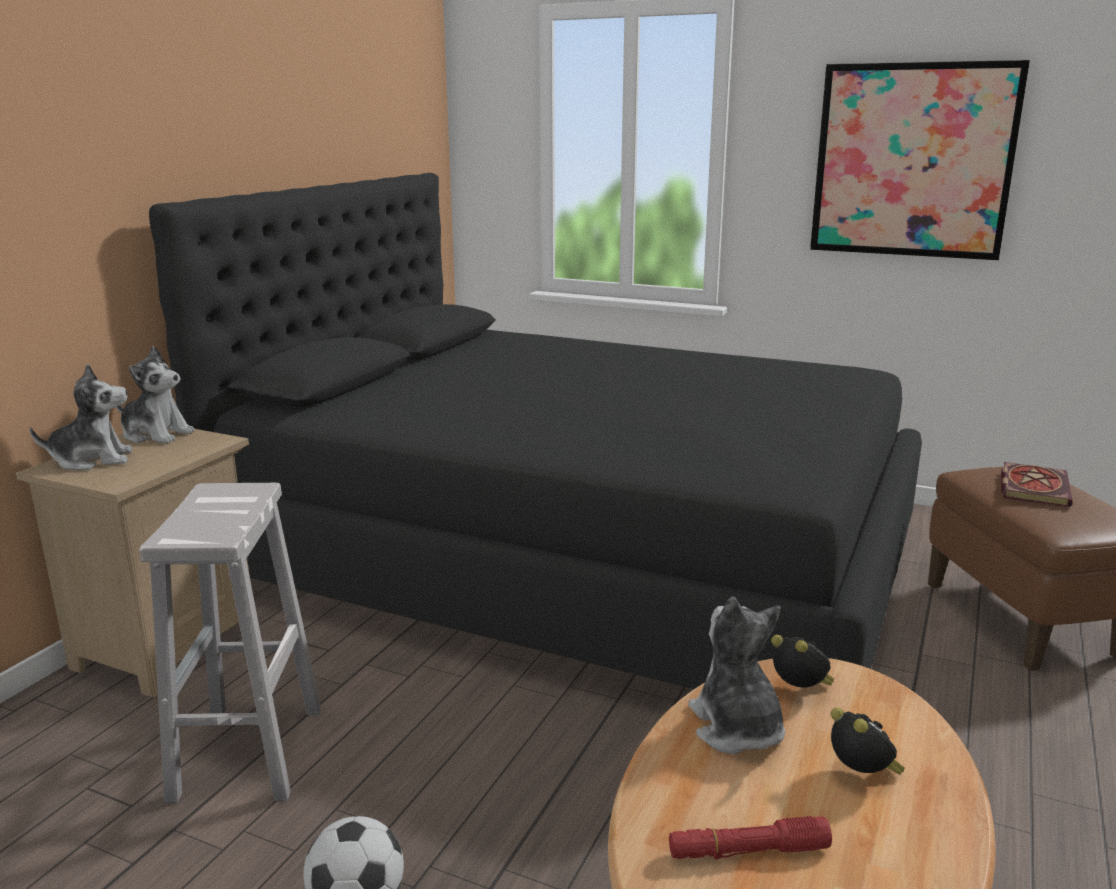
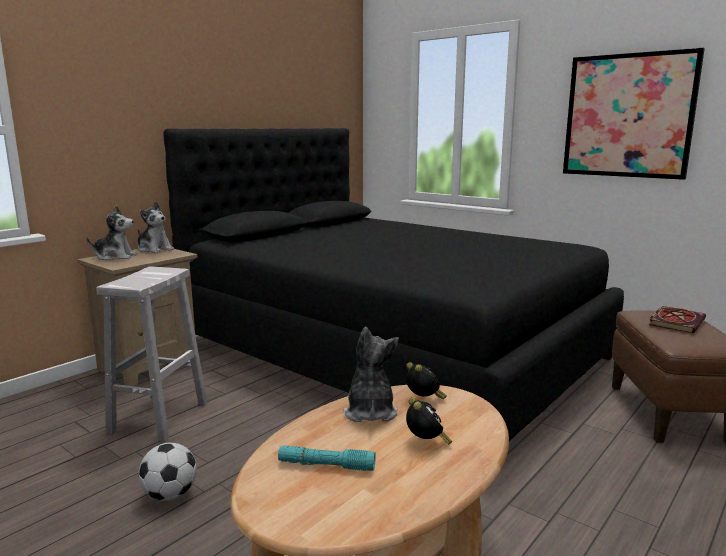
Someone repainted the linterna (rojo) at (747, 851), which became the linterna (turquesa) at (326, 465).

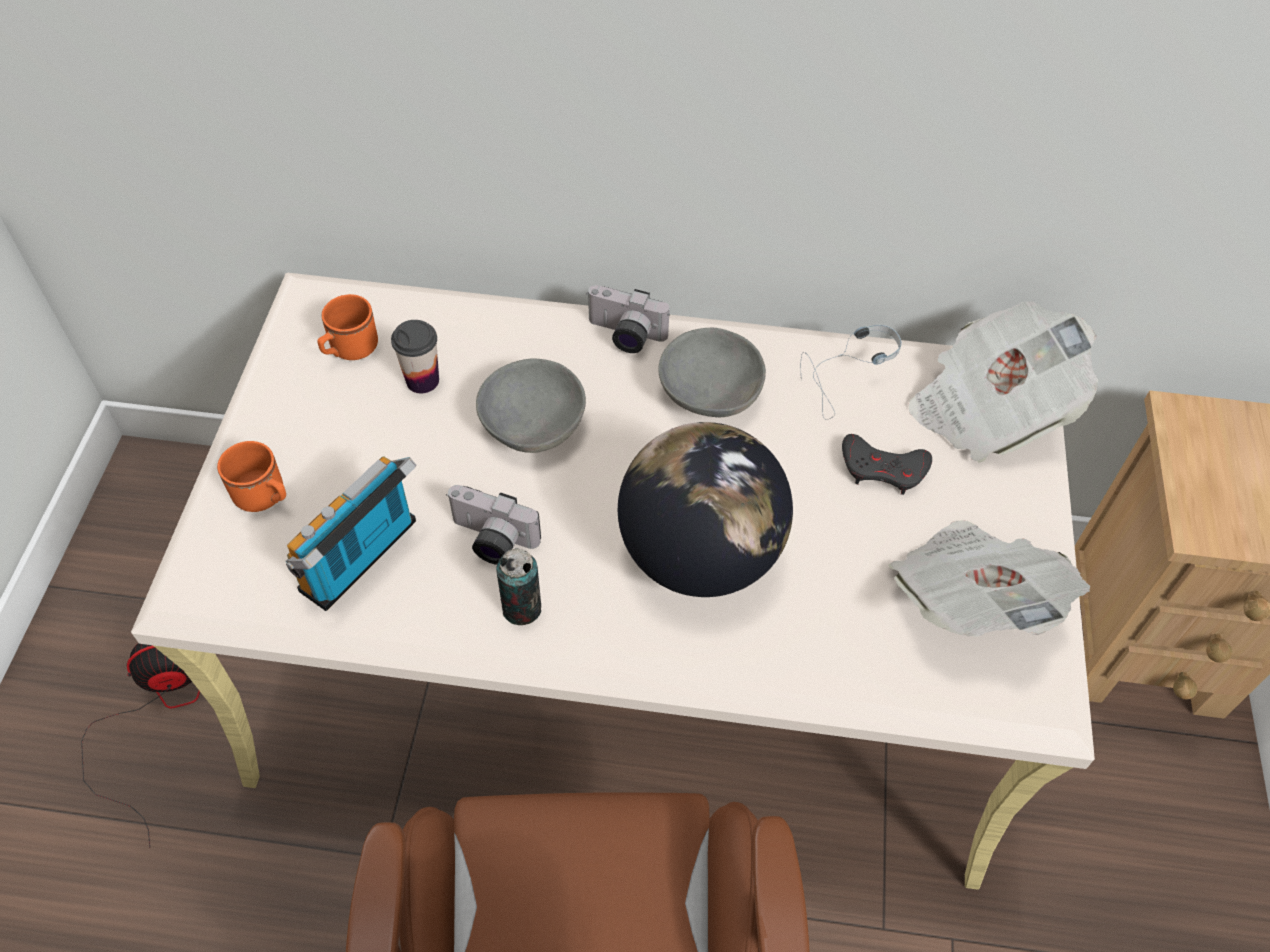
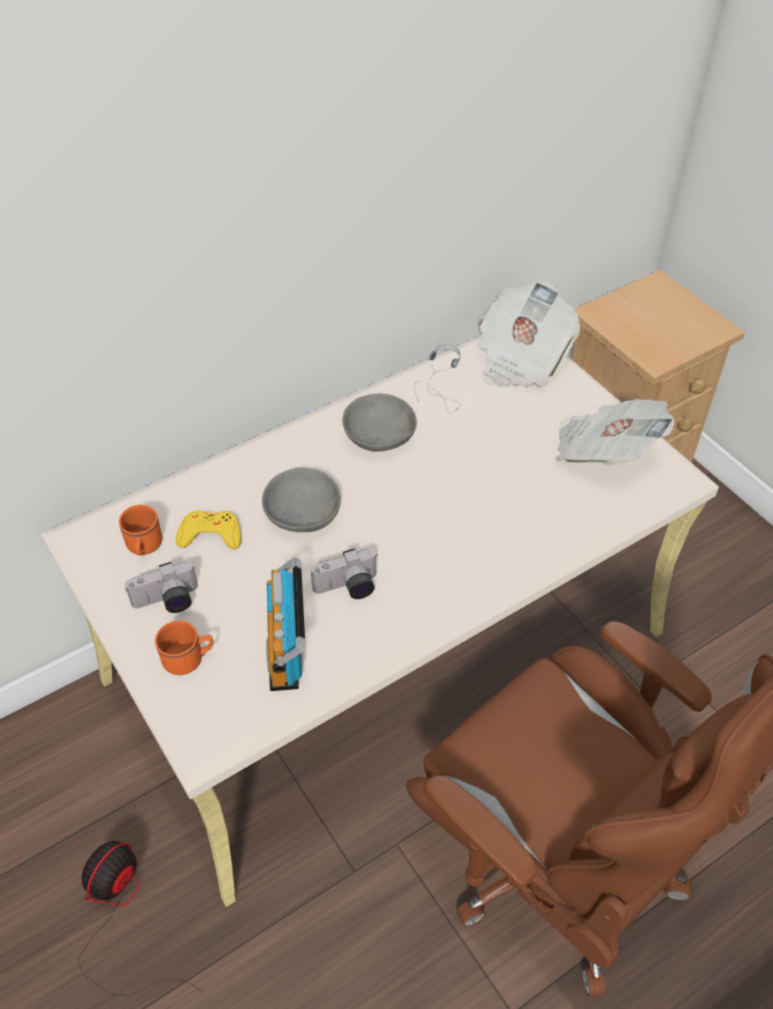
Someone carried the cámara from (624, 336) to (167, 602).
Someone swapped the taza at (422, 380) for the mando de consola (amarillo) at (210, 534).
Someone took away the lata at (521, 608).
Someone took away the globo terráqueo at (699, 554).
Someone took away the mando de consola (gris) at (883, 469).

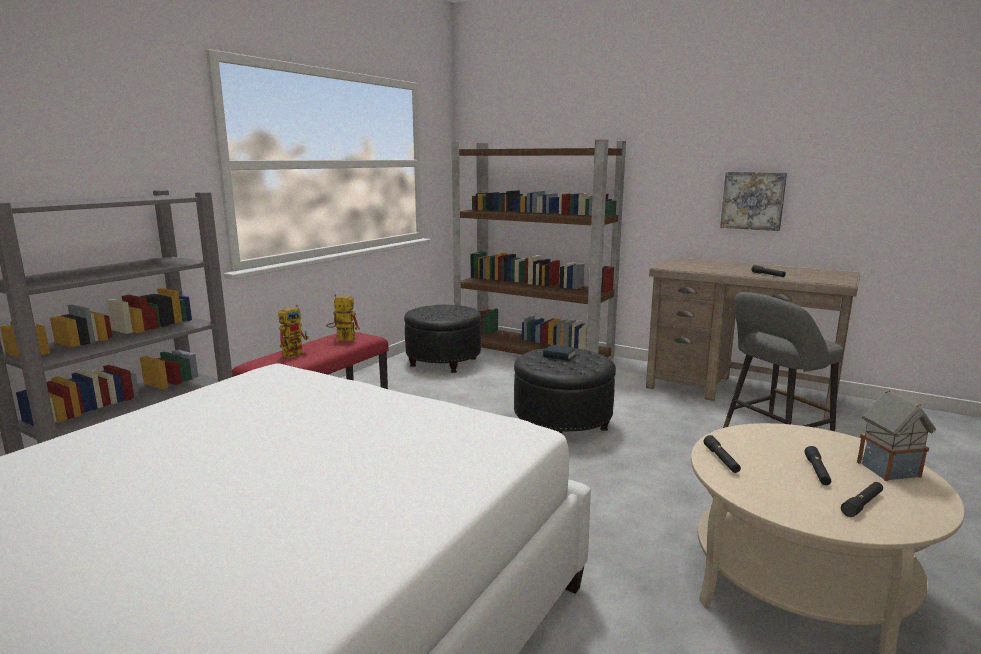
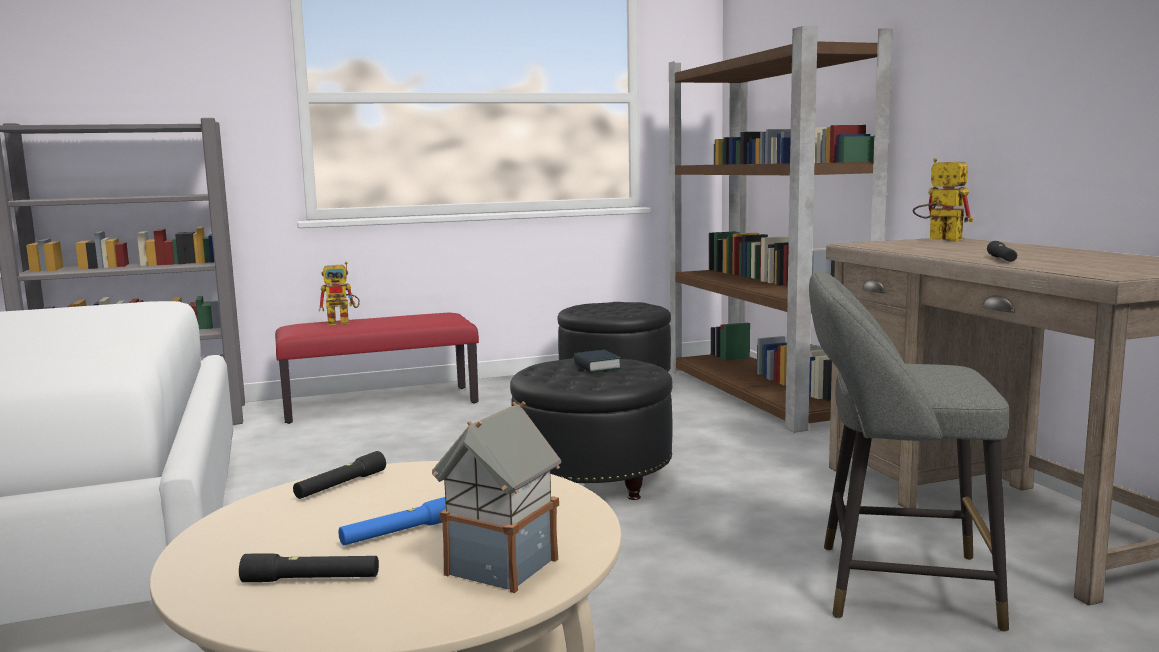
Someone repainted the linterna (negro) at (817, 471), which became the linterna (azul) at (399, 533).
Someone carried the robot de juguete from (342, 340) to (938, 239).
Someone took away the cuadro at (753, 200).

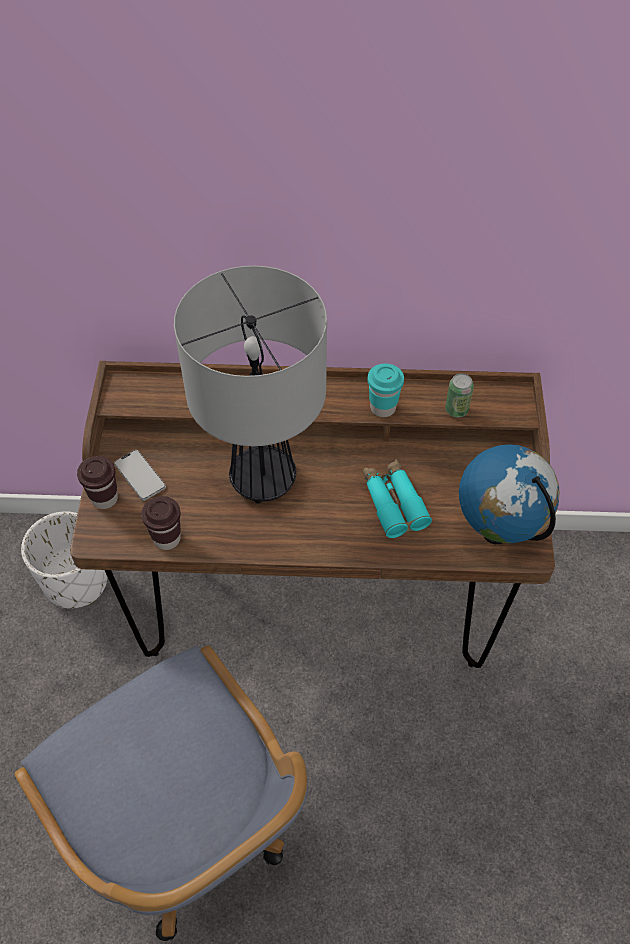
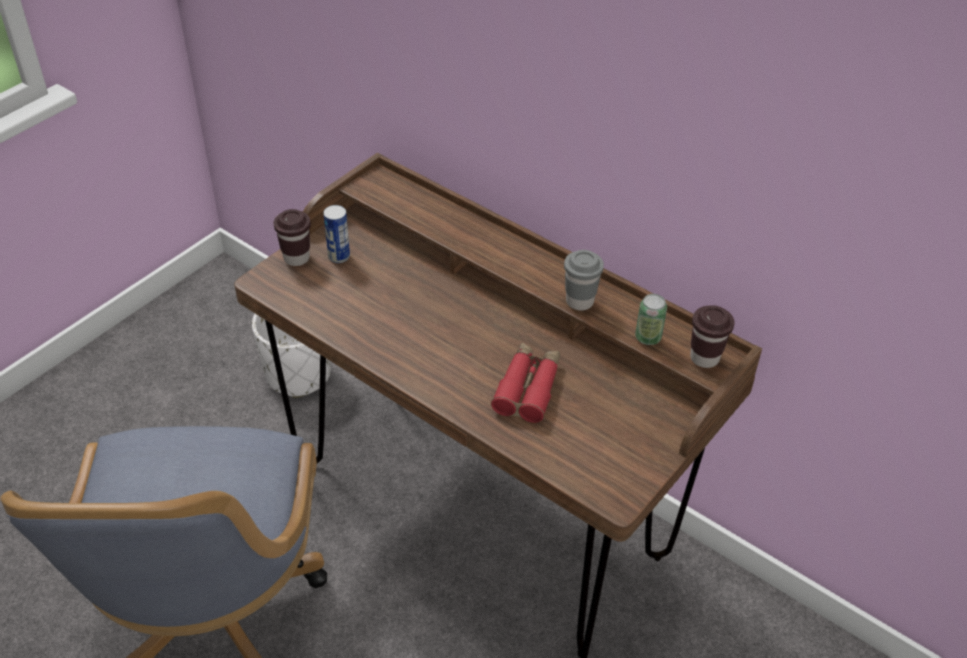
Someone swapped the móvil at (140, 476) for the lata at (339, 256).
Someone repainted the prismáticos (turquesa) at (393, 502), which became the prismáticos (rojo) at (528, 388).
Someone repainted the taza (turquesa) at (383, 408), which became the taza (gris) at (579, 301).
Someone carried the taza (marrón) from (167, 539) to (704, 358).
Someone took away the lámpara de mesa at (262, 479).
Someone took away the globo terráqueo at (497, 531).

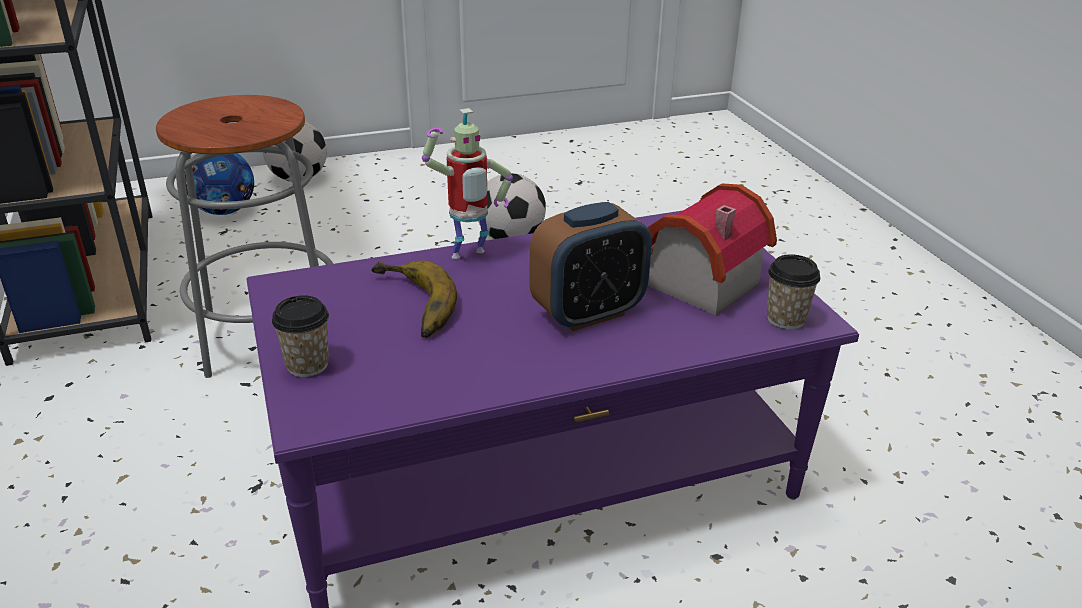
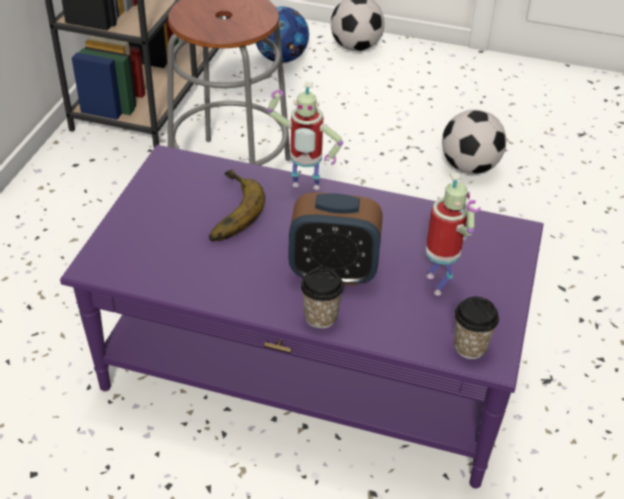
Someone carried the taza from (307, 365) to (320, 317).
Someone swapped the casita at (695, 283) for the robot de juguete at (439, 284).

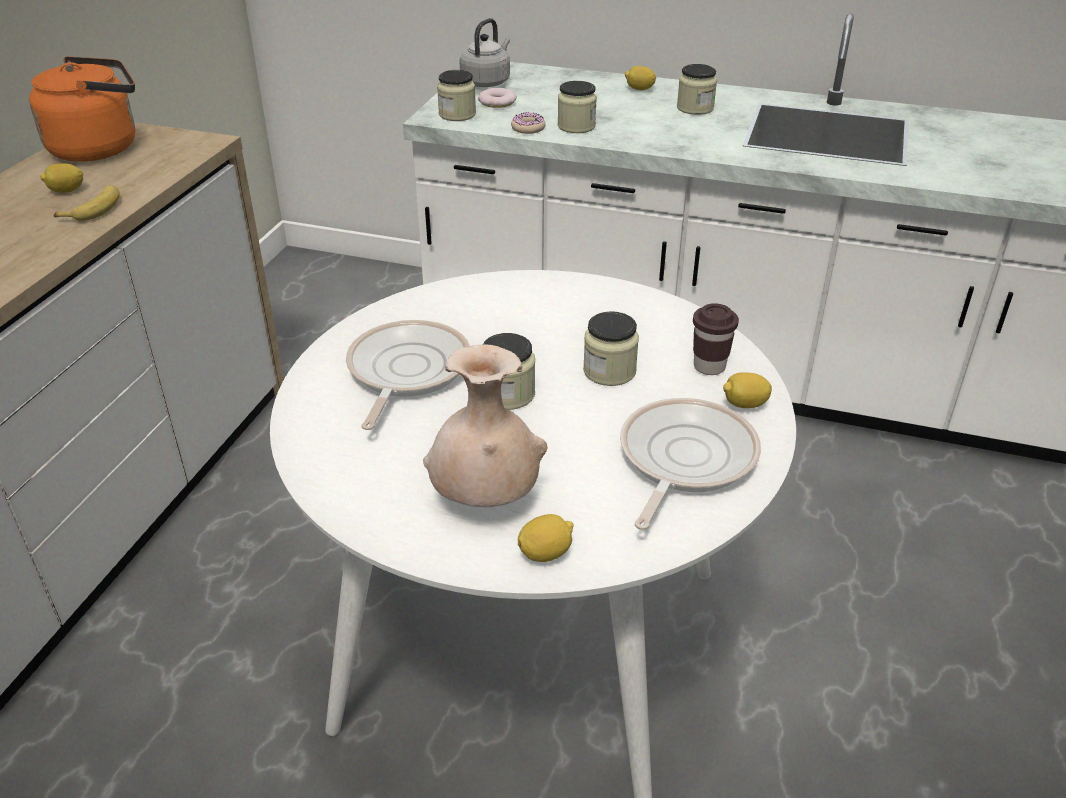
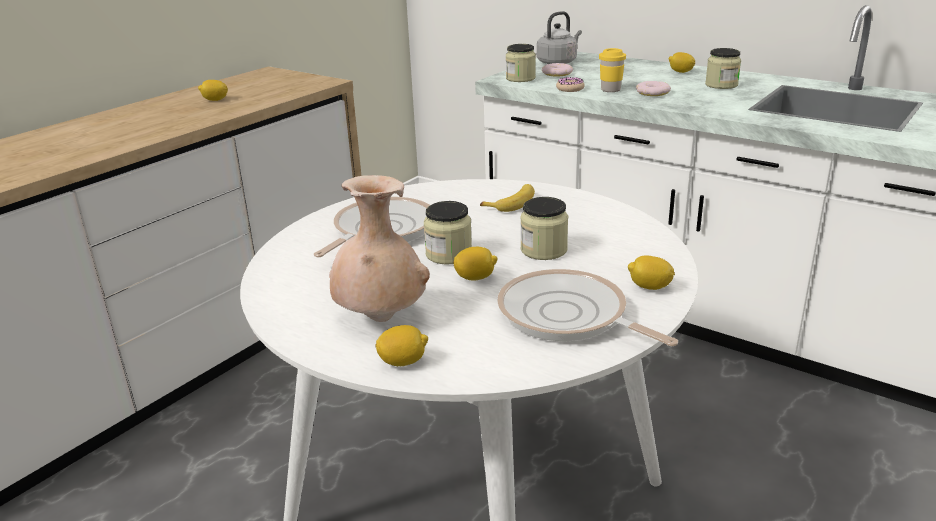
Someone put down the limón at (475, 277).
Someone carried the plátano from (94, 209) to (512, 203).
Someone rotated the sartén at (683, 459) by 90 degrees counterclockwise.
Someone swapped the tarro at (576, 126) for the taza (amarillo) at (610, 90).
Someone put down the rosquilla at (652, 93).
Someone took away the hervidor (naranja) at (100, 148).
Someone took away the taza (marrón) at (709, 366).

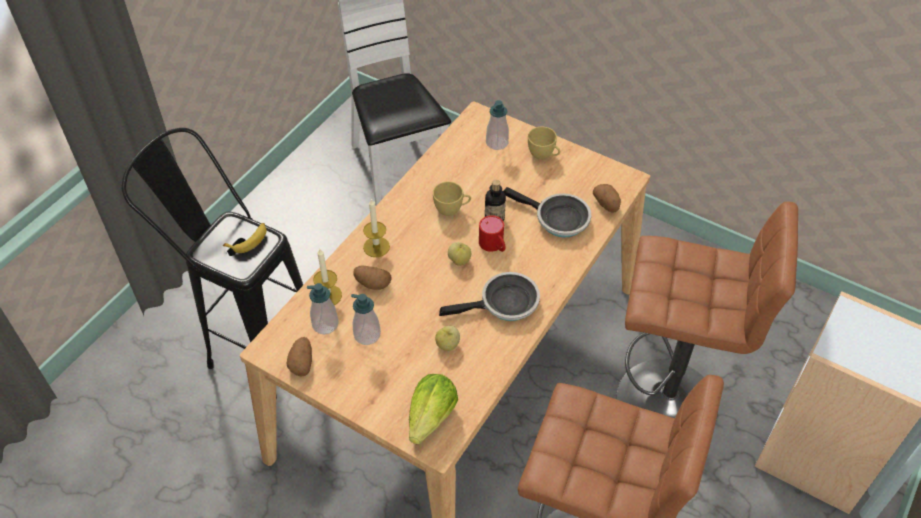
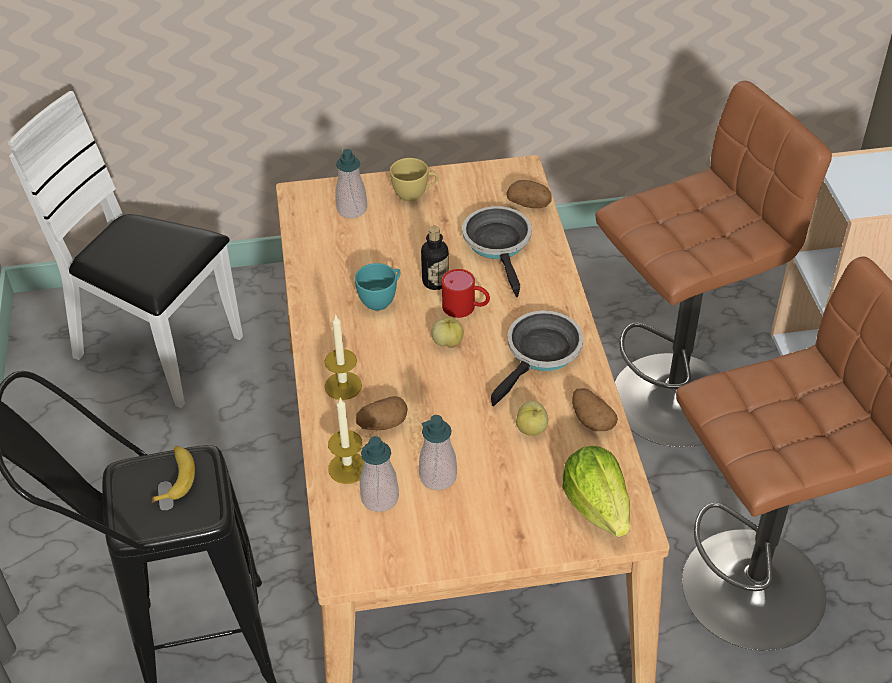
Someone repainted the taza (amarillo) at (452, 209), which became the taza (turquesa) at (381, 300).
Someone rotated the sartén at (557, 219) by 90 degrees counterclockwise.
Someone carried the patata from (302, 362) to (591, 420).

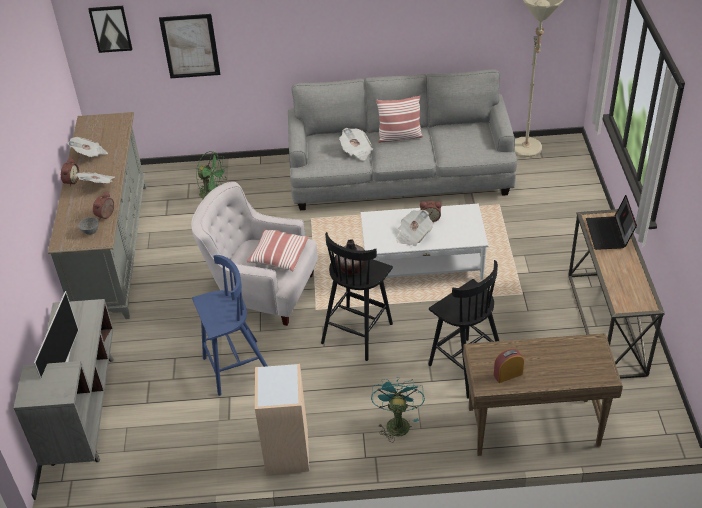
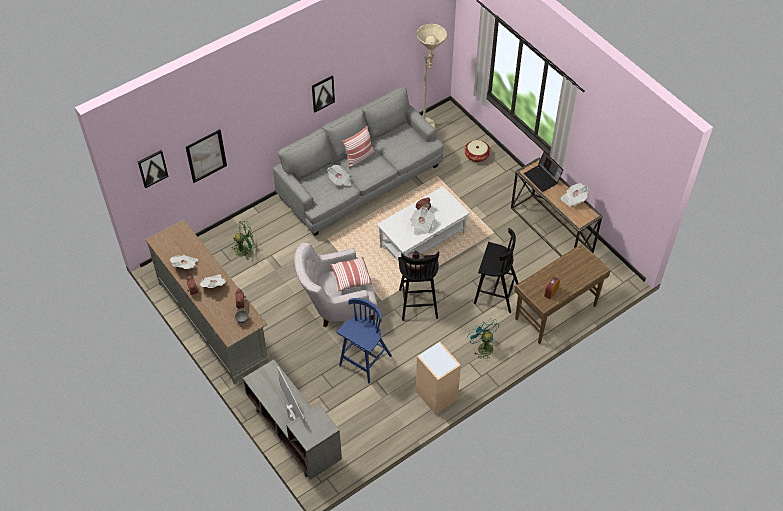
Someone put up the cuadro at (322, 93).
Someone put down the cesta at (476, 156).
Someone put down the periódico at (573, 199).

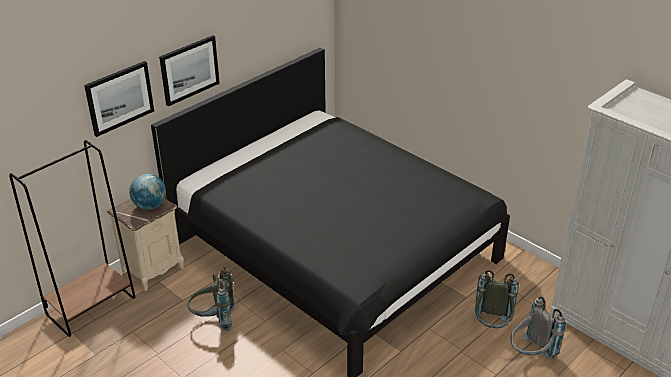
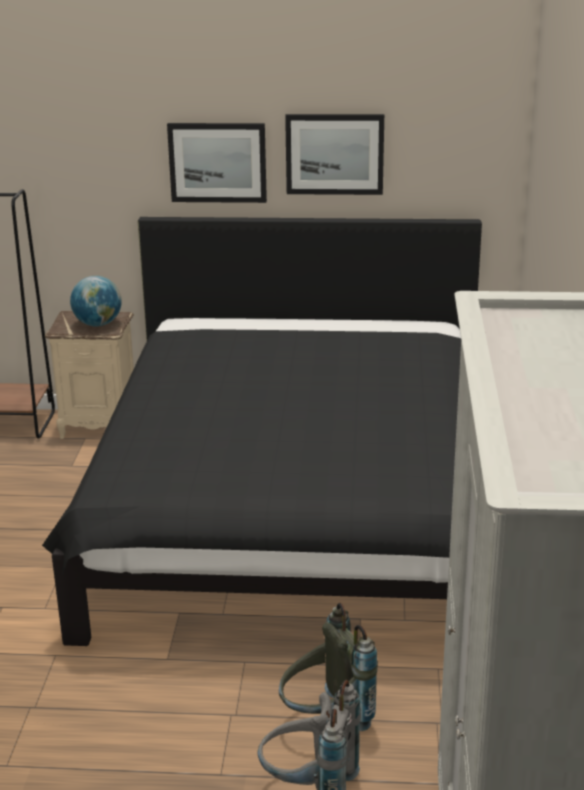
Someone carried the cuadro from (119, 98) to (334, 154).
Someone took away the mochila (gris) at (213, 319).

